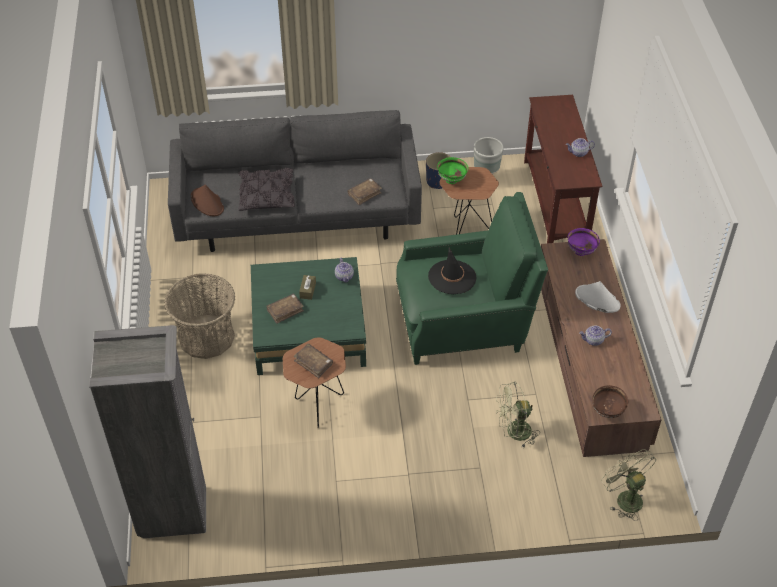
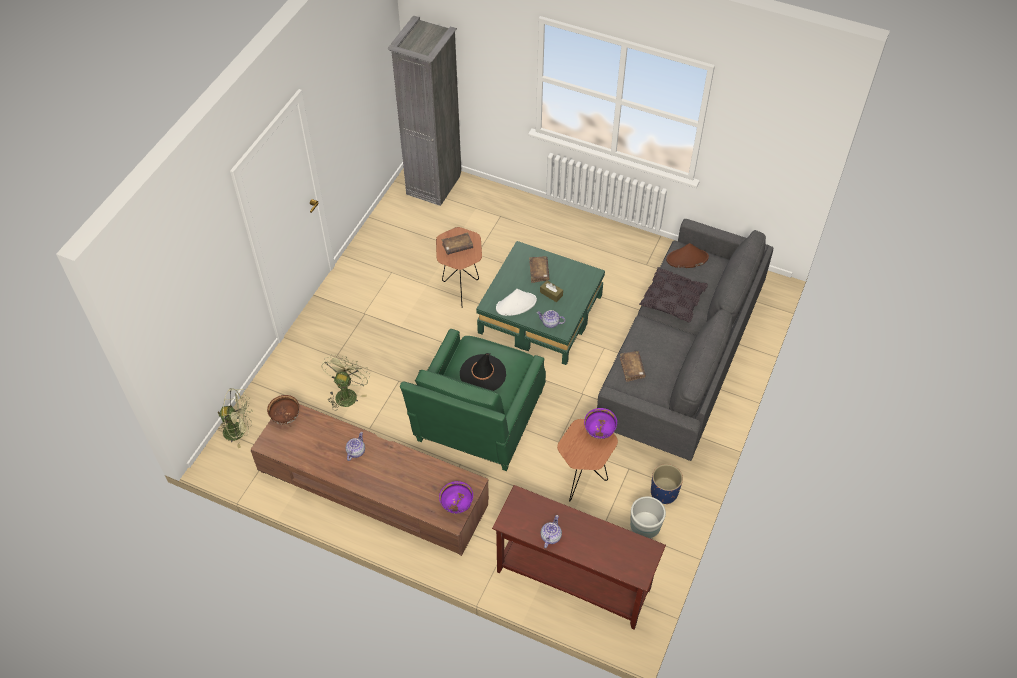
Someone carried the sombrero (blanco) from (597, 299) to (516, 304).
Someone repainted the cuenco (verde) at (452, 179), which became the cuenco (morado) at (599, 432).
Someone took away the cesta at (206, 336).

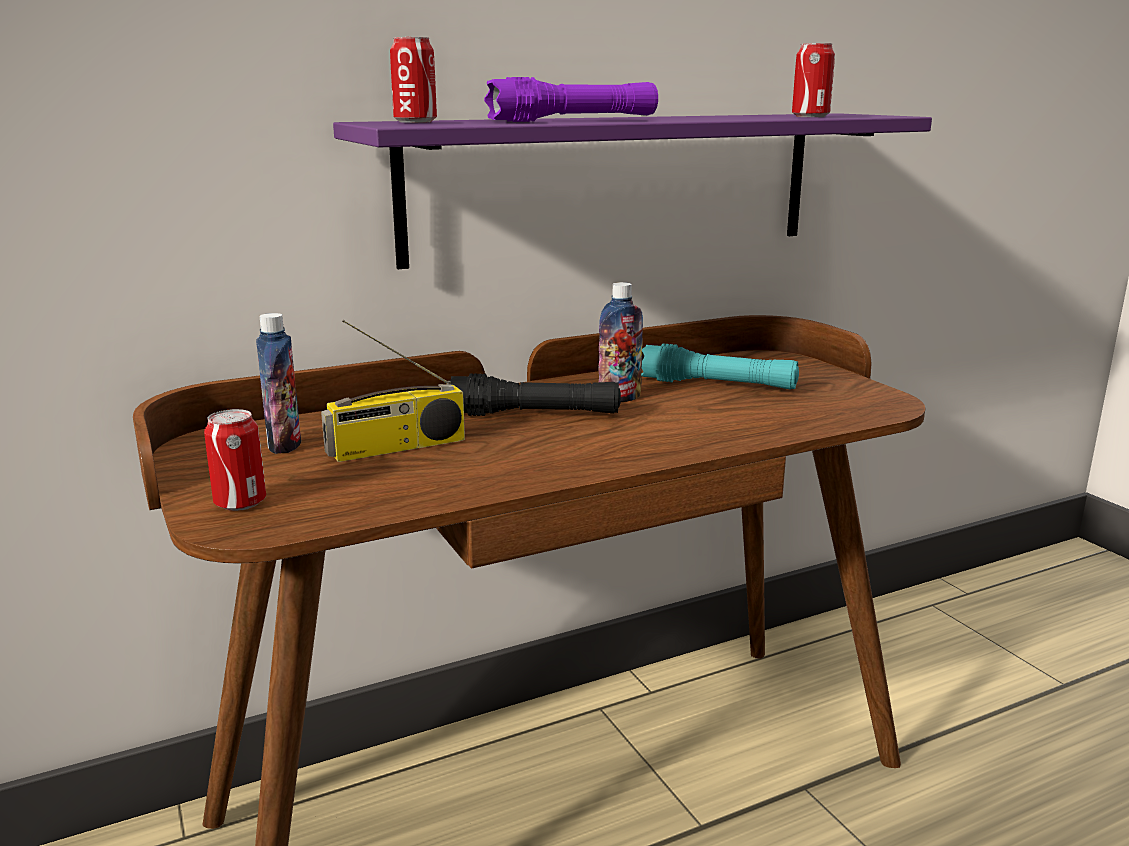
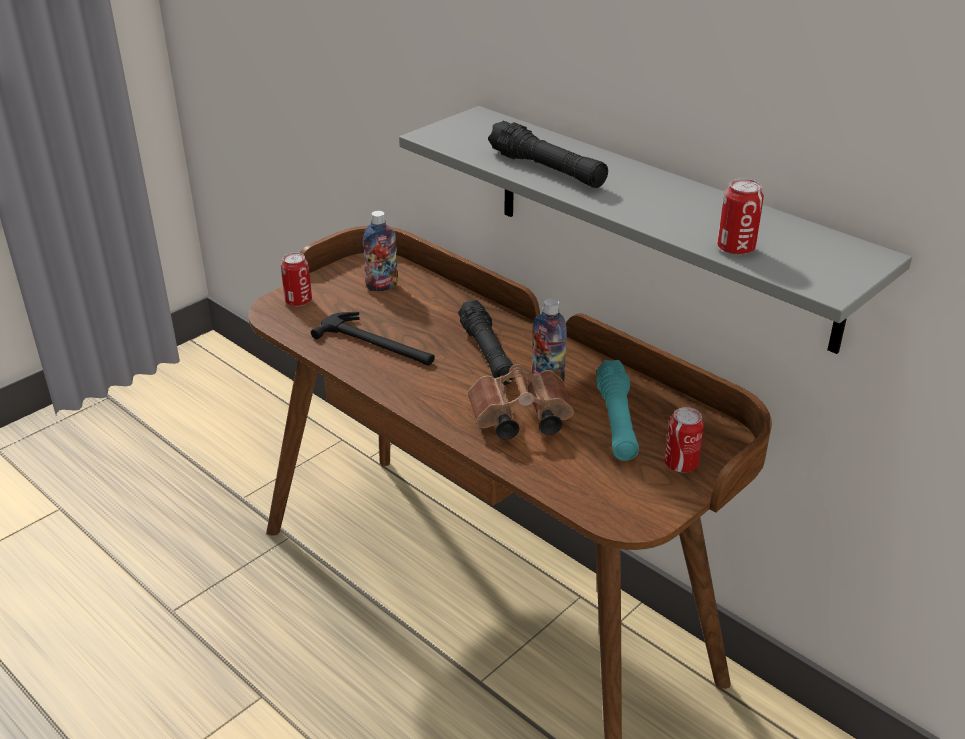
Someone put down the martillo at (378, 344).
Someone repainted the estante (morado) at (616, 185), which became the estante (gris) at (660, 224).
Someone put down the prismáticos (marrón) at (518, 420).
Someone repainted the linterna (morado) at (574, 120), which became the linterna (negro) at (547, 169).
Someone carried the lata from (415, 122) to (680, 464).
Someone took away the radio at (396, 448).

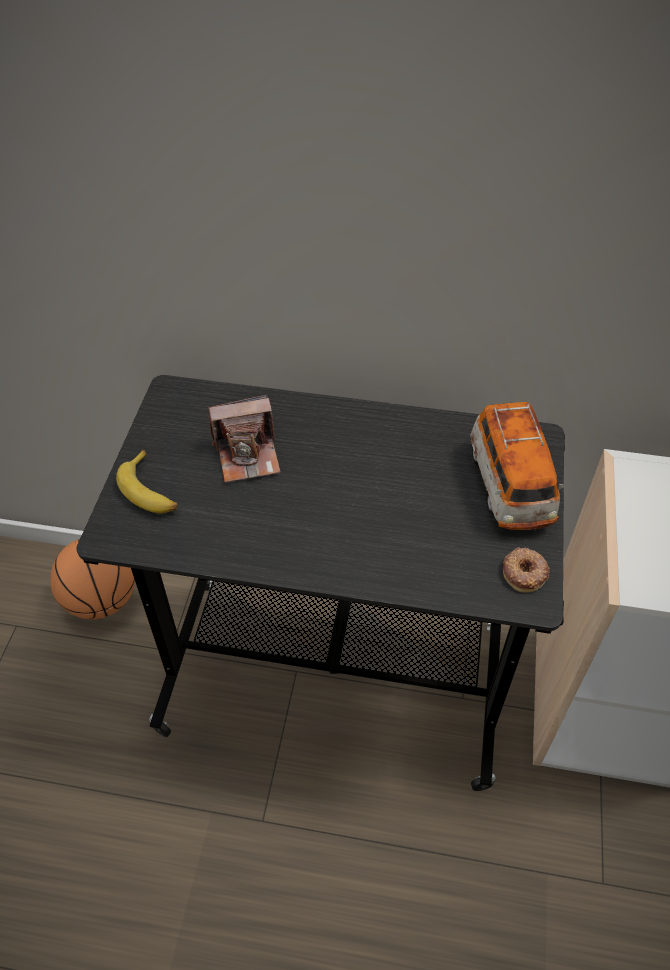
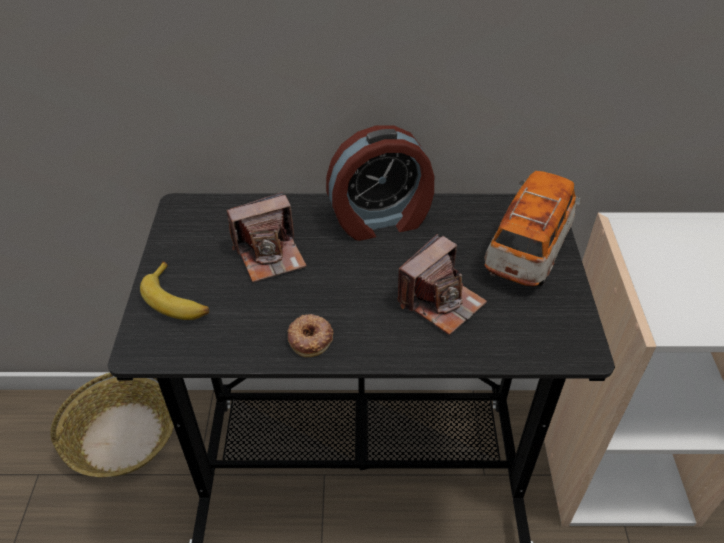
Someone swapped the balón de baloncesto at (102, 599) for the cesta at (123, 435).
Someone carried the rosquilla from (525, 572) to (310, 338).
Someone put down the despertador at (380, 220).
Someone put down the cámara at (440, 301).
Someone rotated the coche de juguete at (509, 486) by 135 degrees counterclockwise.

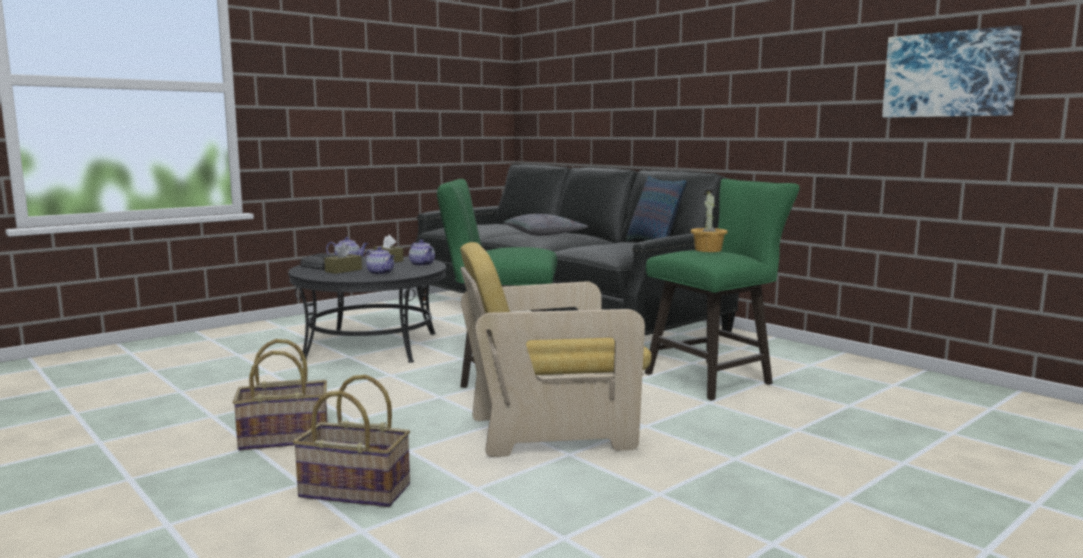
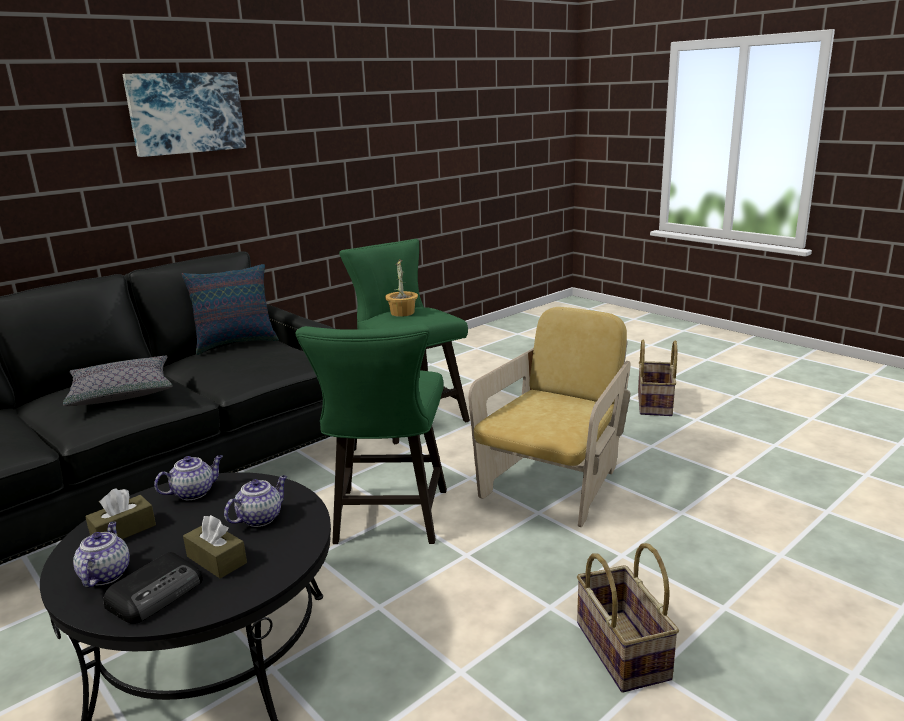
Someone carried the cuadro from (949, 74) to (186, 113).
Someone rotated the sillón (amarillo) at (552, 431) by 135 degrees counterclockwise.
Someone carried the cesta from (353, 491) to (655, 404).

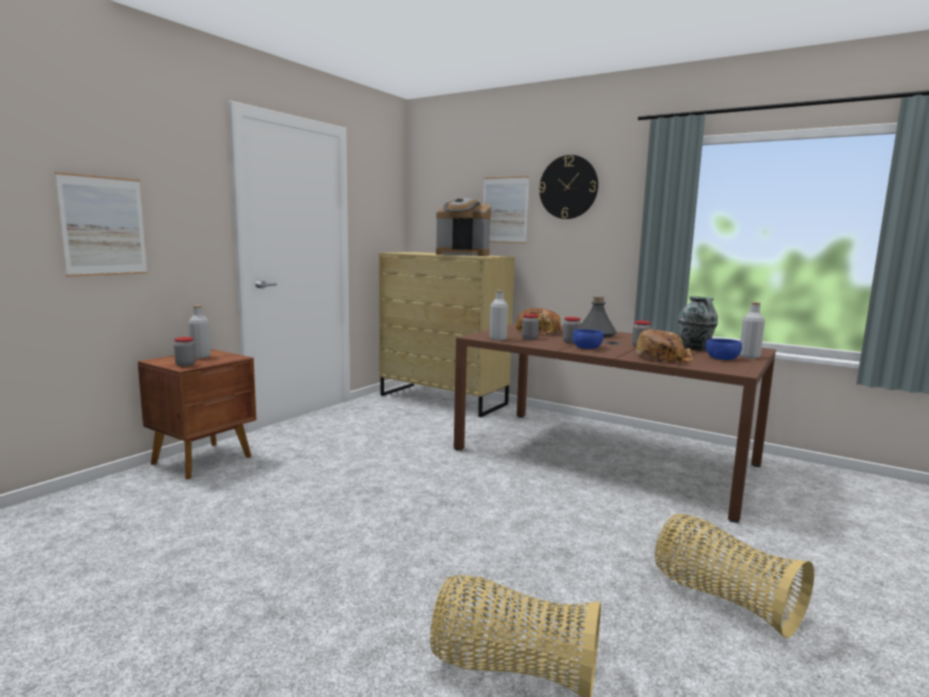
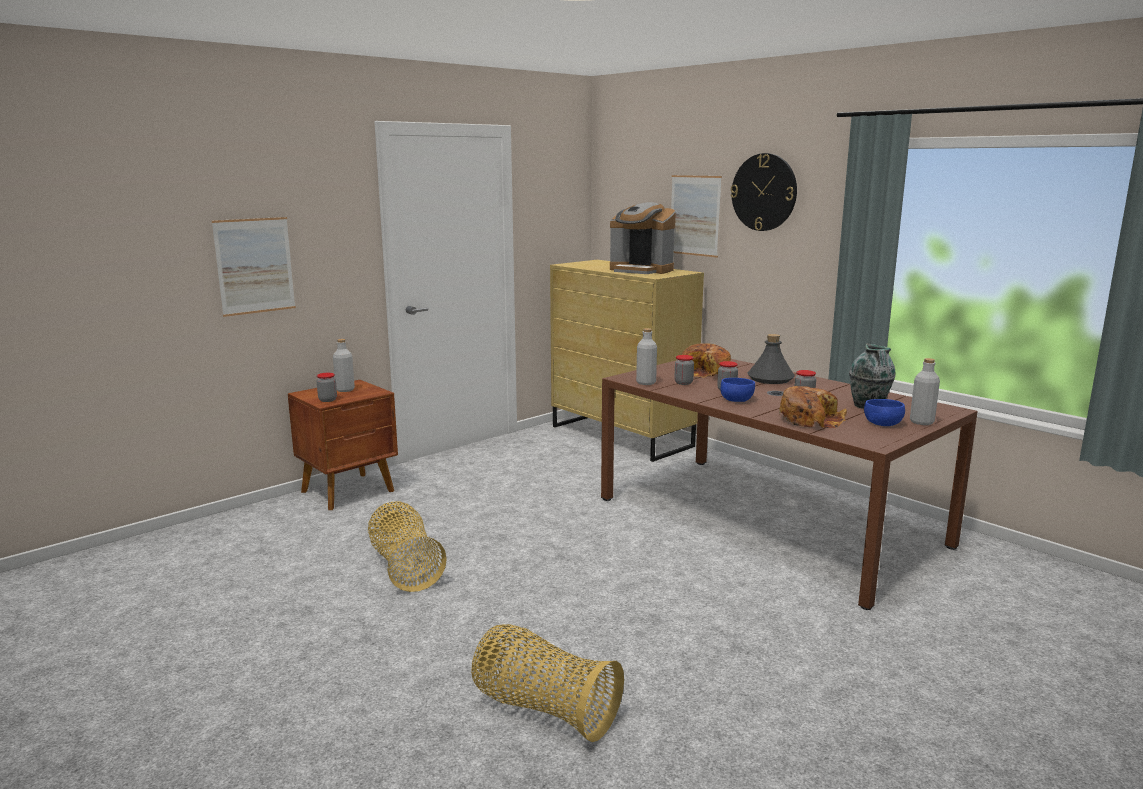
Someone carried the cesta from (722, 599) to (405, 567).

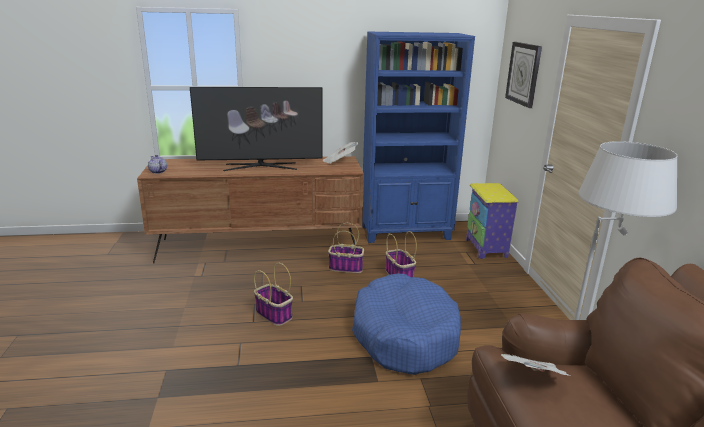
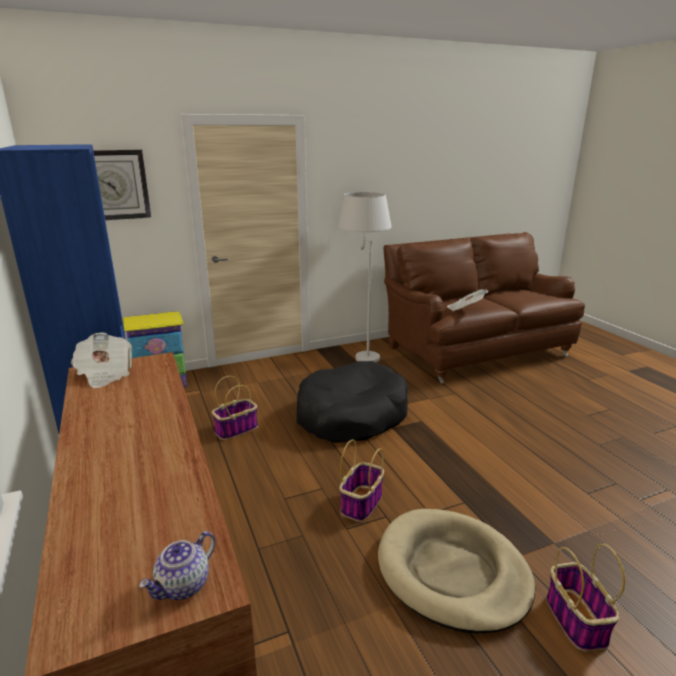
Someone repainted the cama para perro (azul) at (404, 335), which became the cama para perro (negro) at (351, 415).
Someone put down the cama para perro (beis) at (452, 572).
Someone carried the cesta from (346, 268) to (575, 619).
Someone took away the televisor at (260, 166).

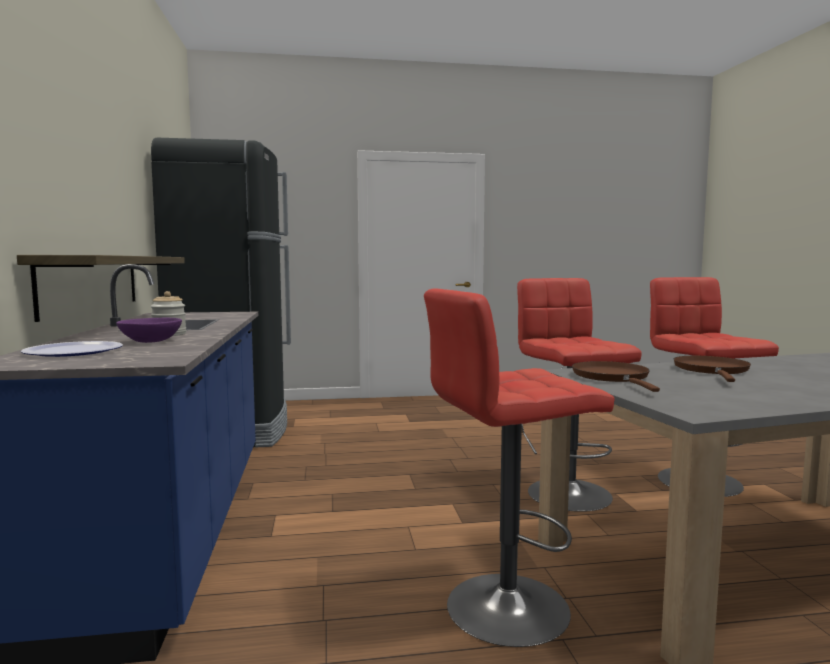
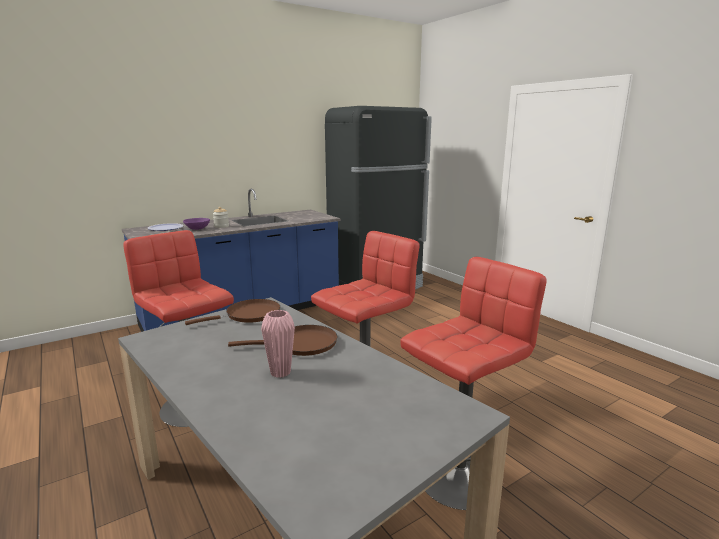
Someone put down the florero (rosa) at (280, 372).
Someone took away the estante at (92, 283).

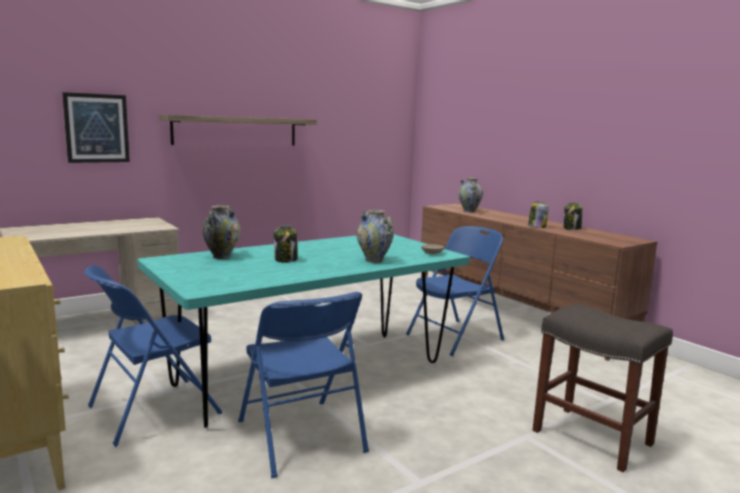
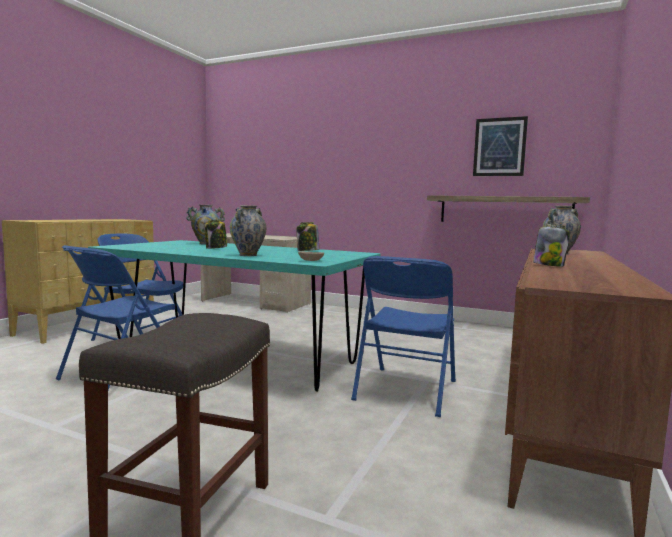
Someone carried the tarro from (572, 228) to (307, 251).
Someone rotated the silla (azul) at (455, 337) by 90 degrees clockwise.
Someone carried the estante from (236, 131) to (504, 210).
Someone carried the cuadro from (96, 128) to (499, 147).

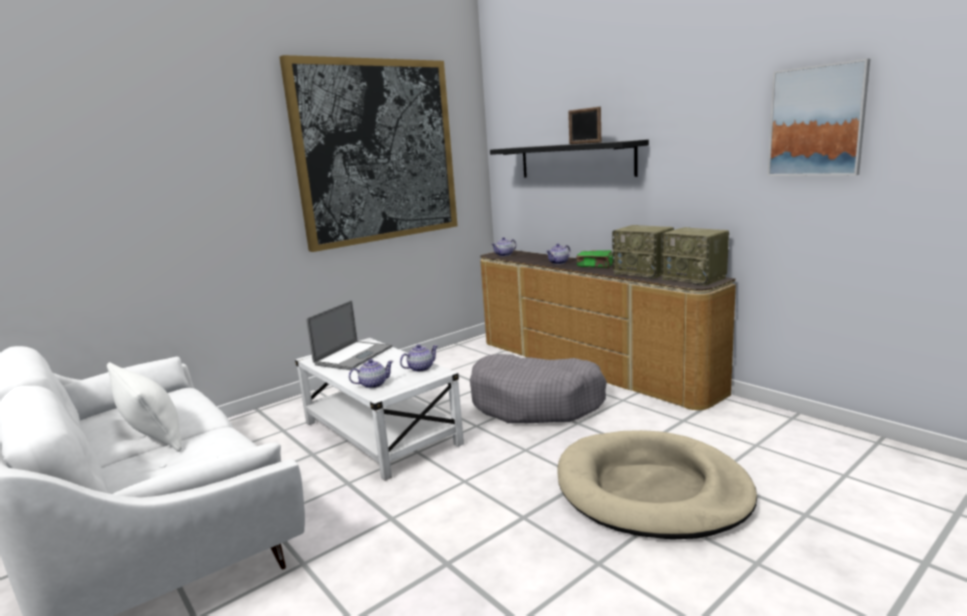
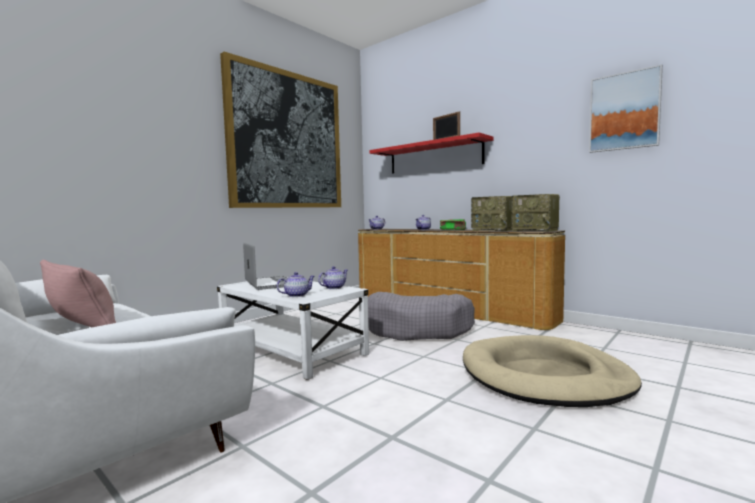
Someone repainted the cojín (blanco) at (152, 433), which became the cojín (rosa) at (81, 326).
Someone rotated the portátil at (353, 356) by 45 degrees counterclockwise.
Someone repainted the estante (negro) at (575, 160), which became the estante (rojo) at (434, 157).

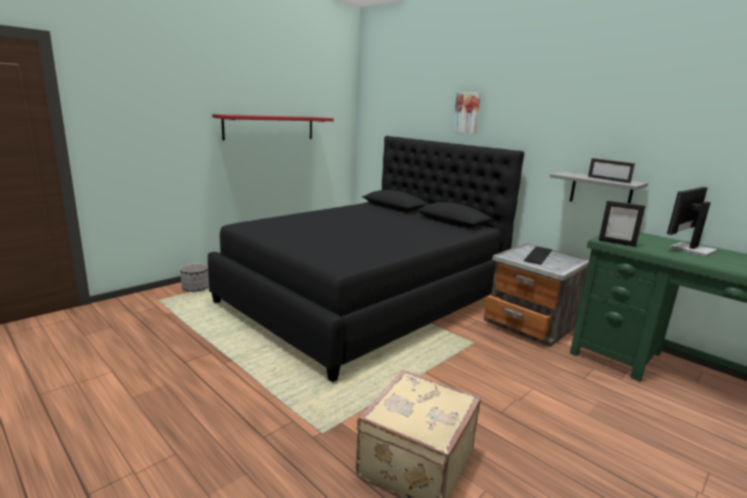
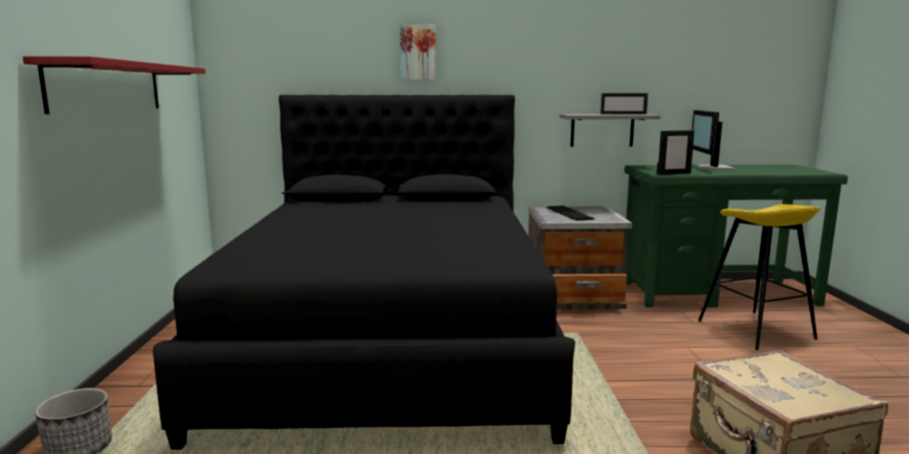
Someone put down the taburete (amarillo) at (755, 330).

